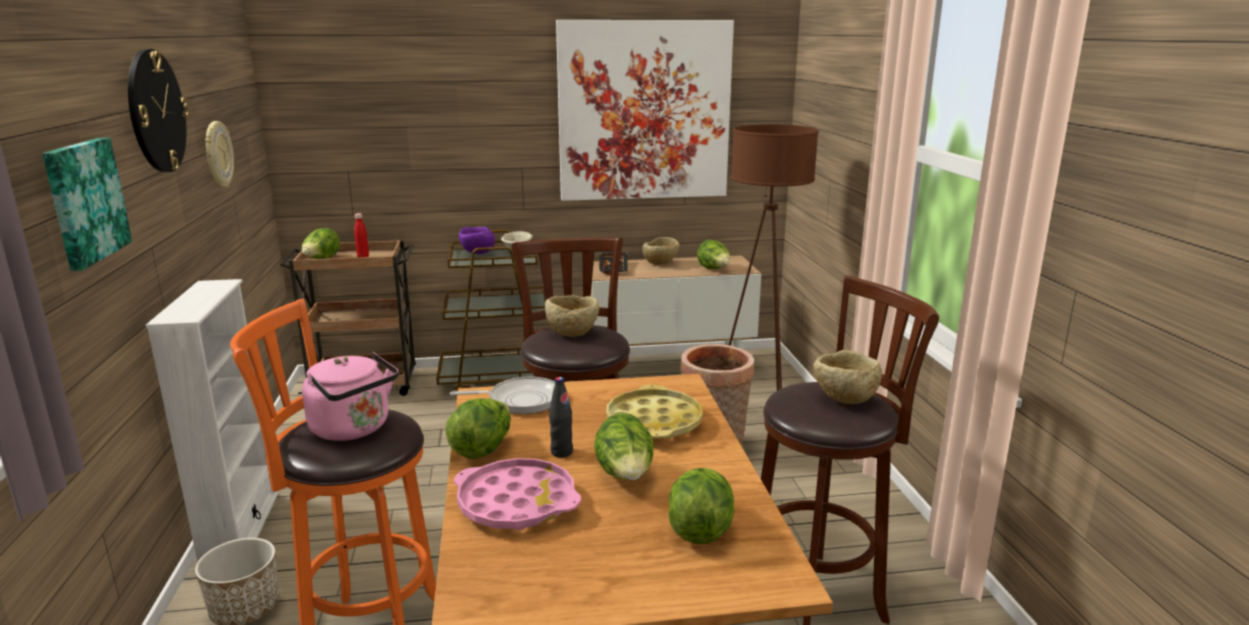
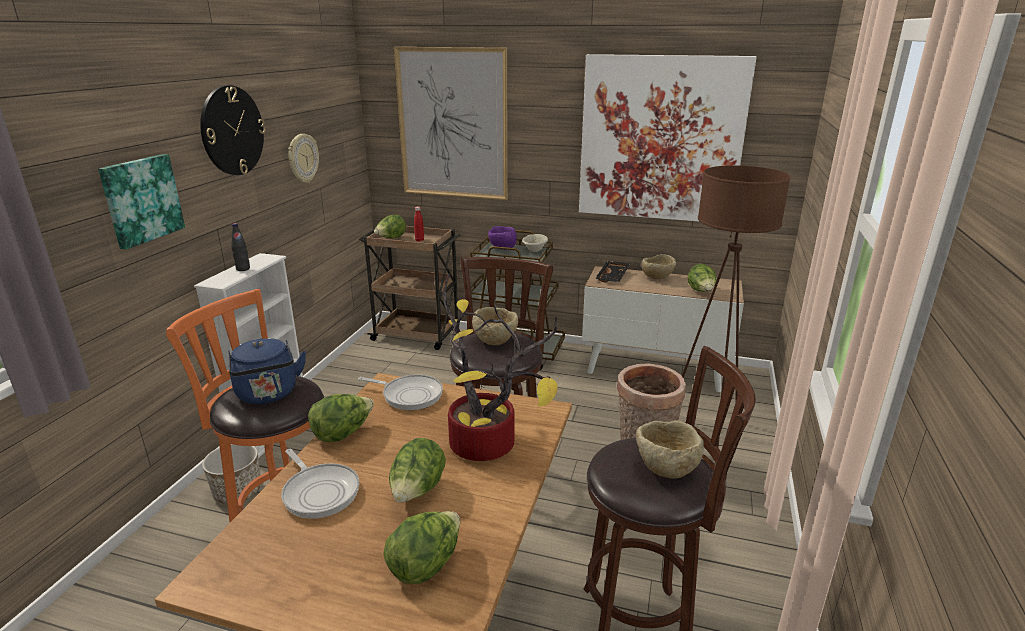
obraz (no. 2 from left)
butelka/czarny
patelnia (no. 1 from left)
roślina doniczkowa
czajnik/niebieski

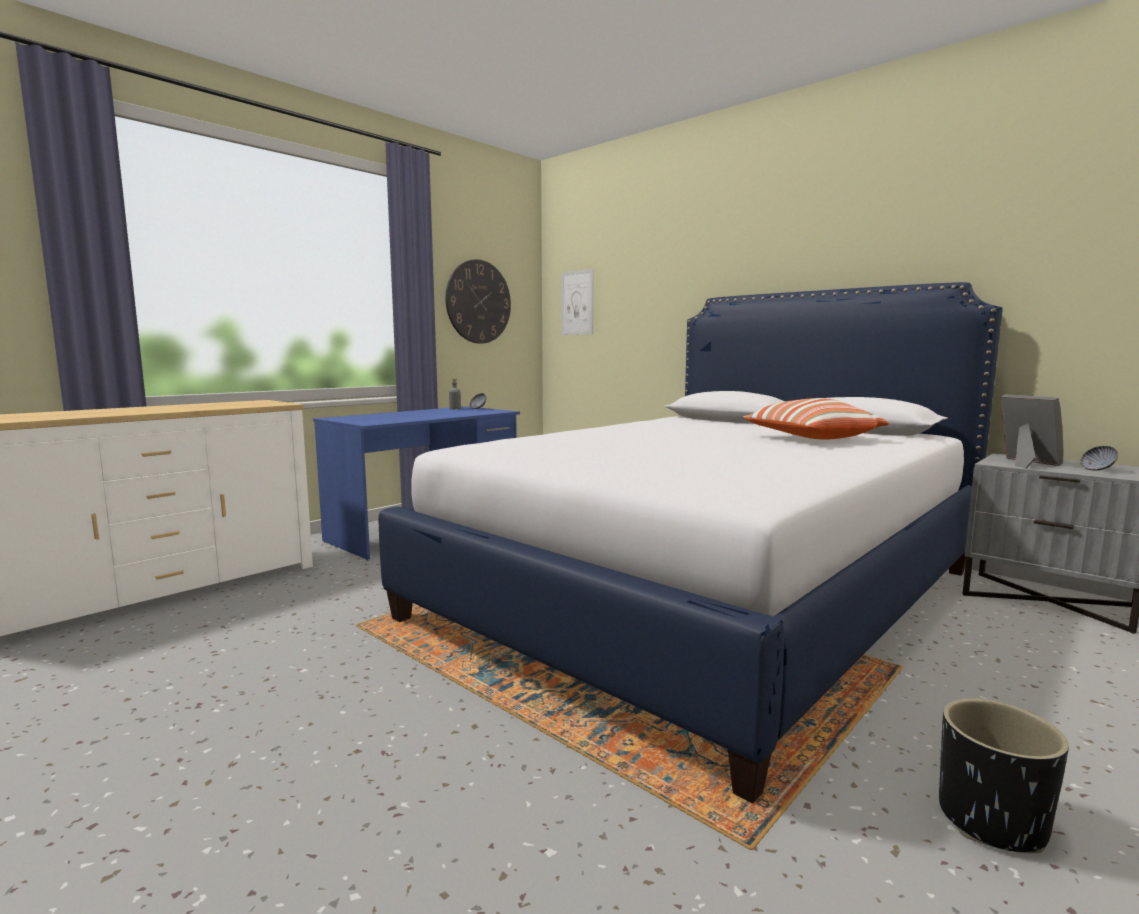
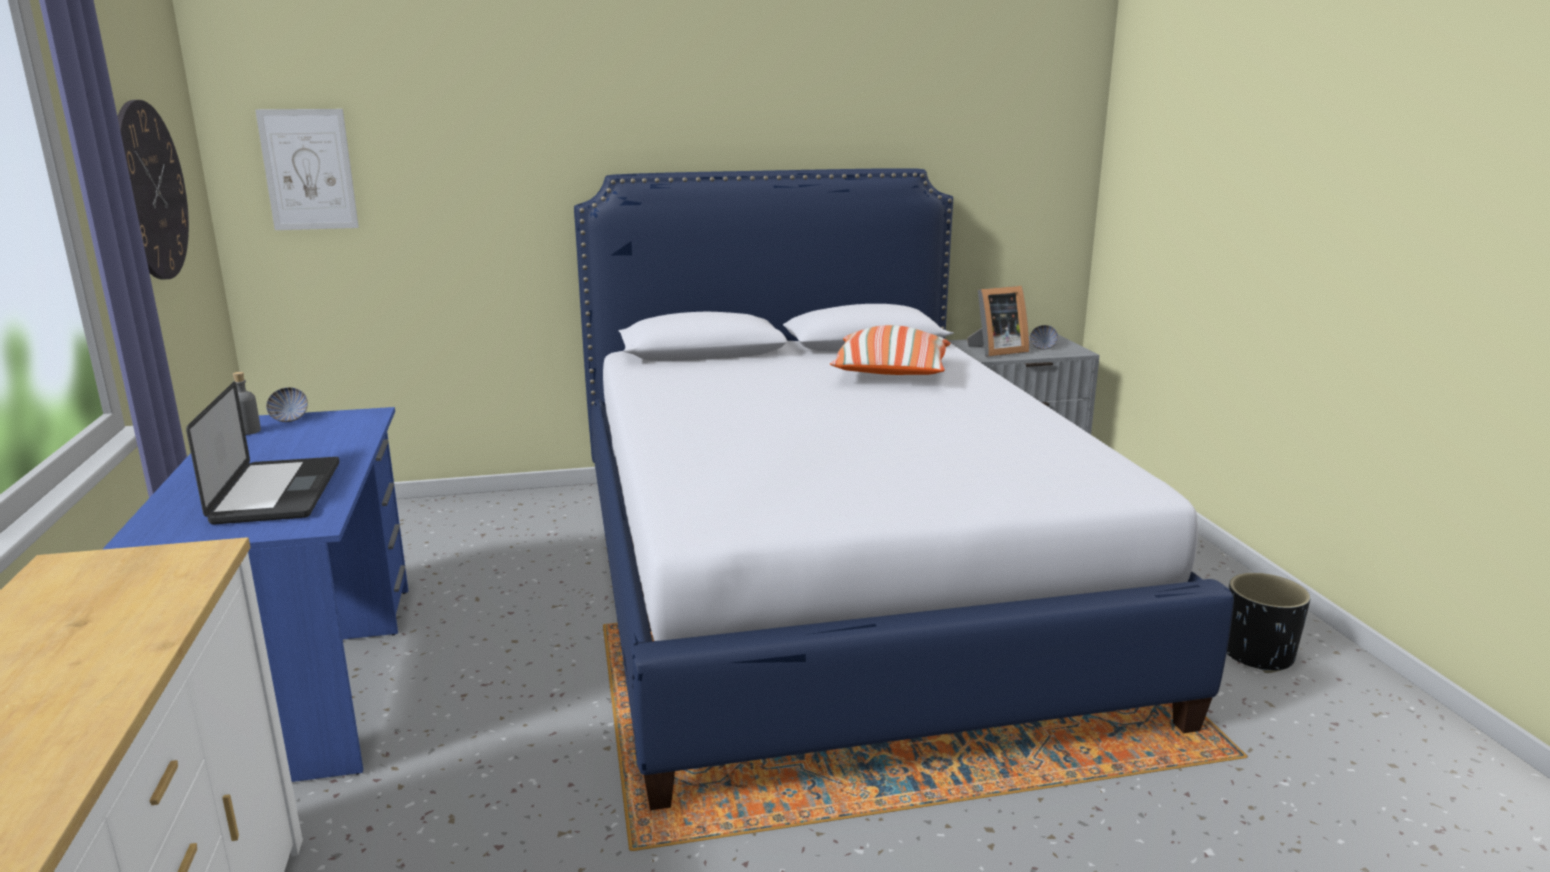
laptop
ramka na zdjęcie

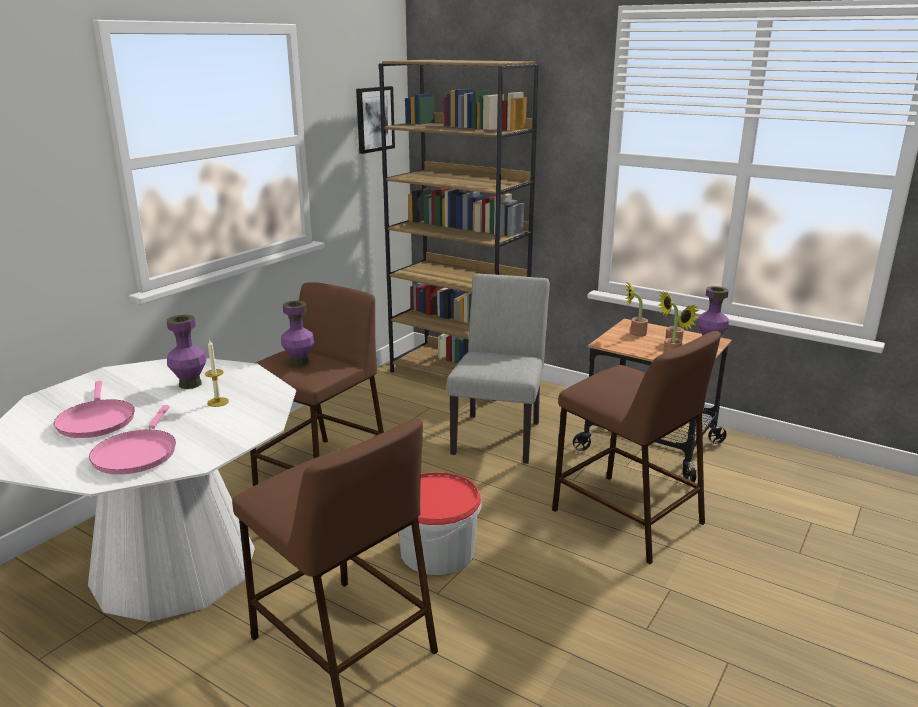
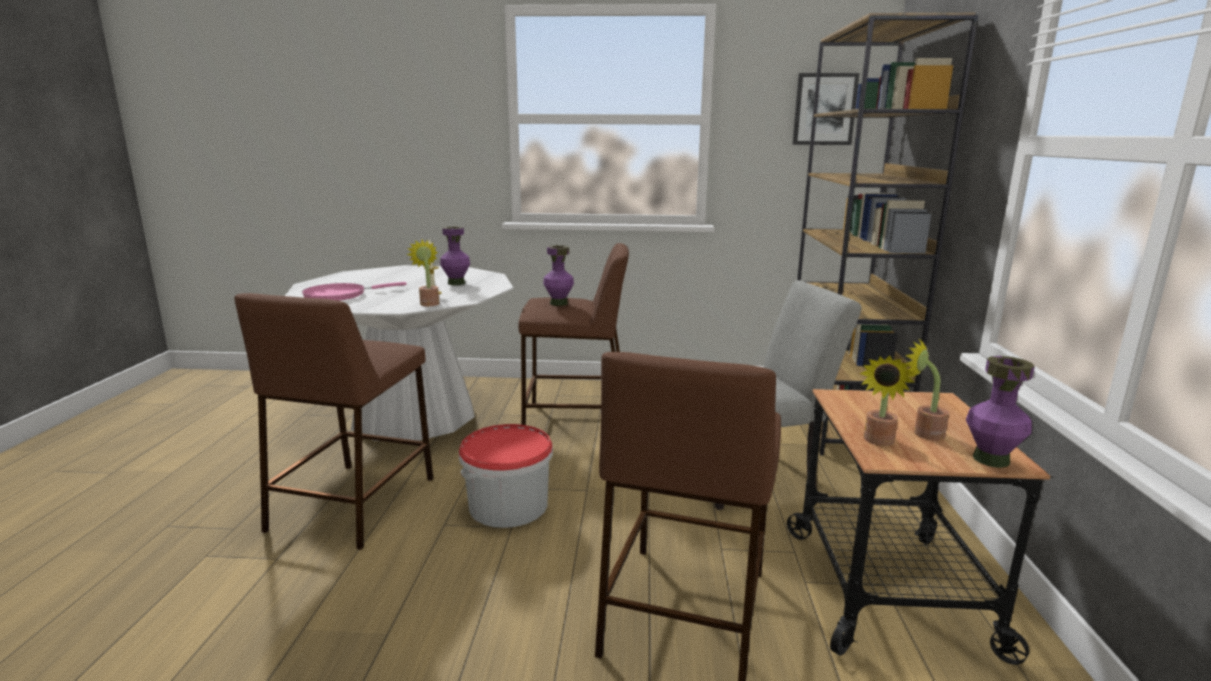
patelnia/różowy (no. 1 from left in the first image)
roślina doniczkowa (no. 1 from left)

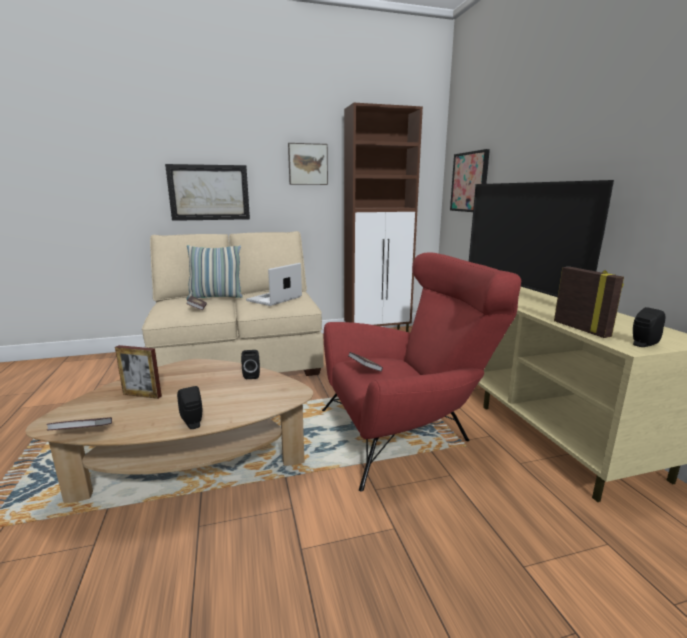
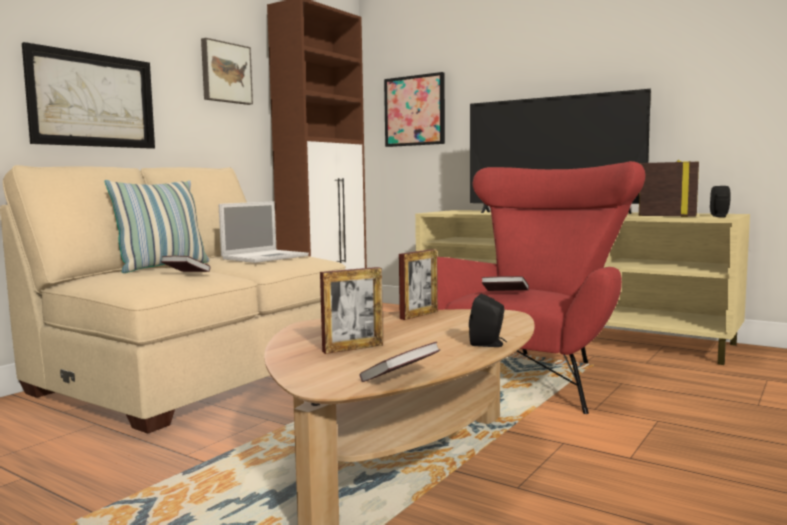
ramka na zdjęcie (no. 2 from left)
laptop

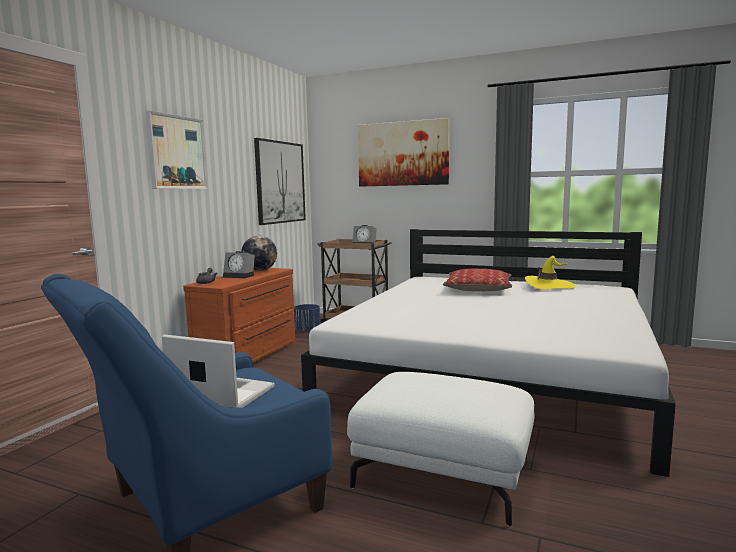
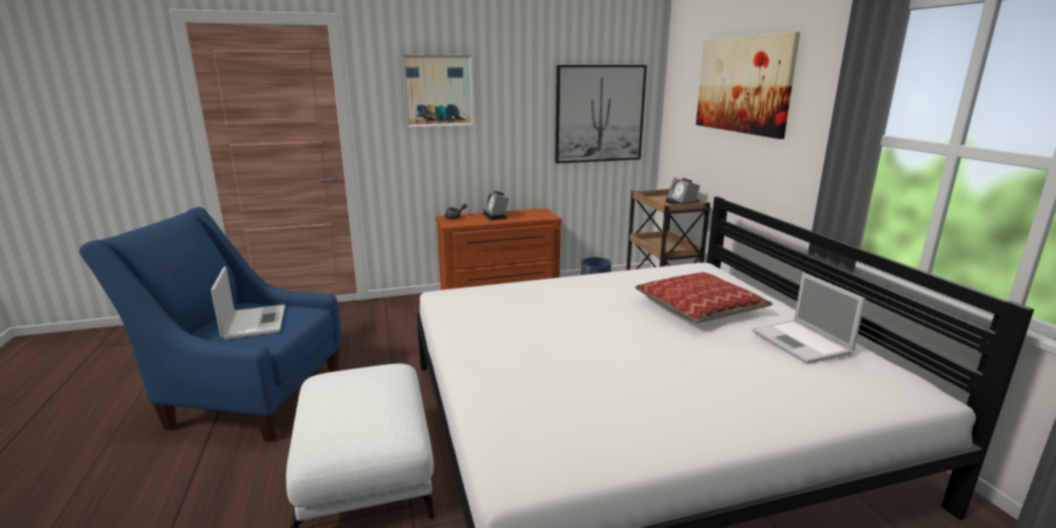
globus
laptop (no. 2 from left)

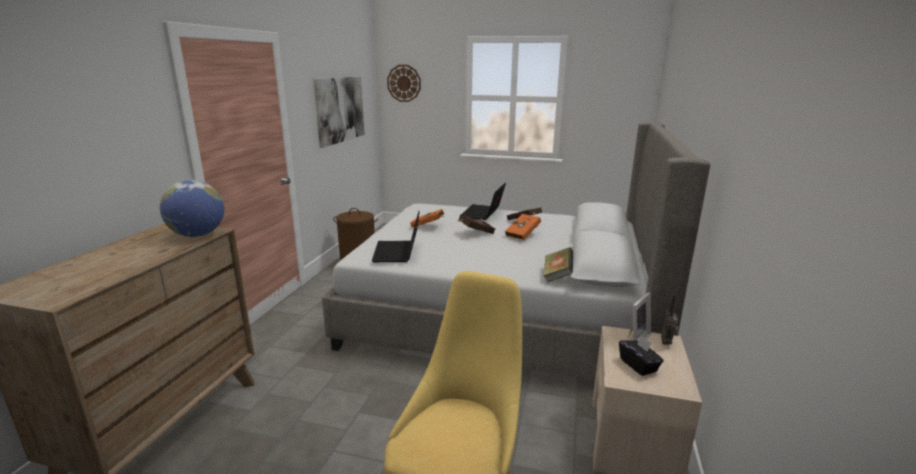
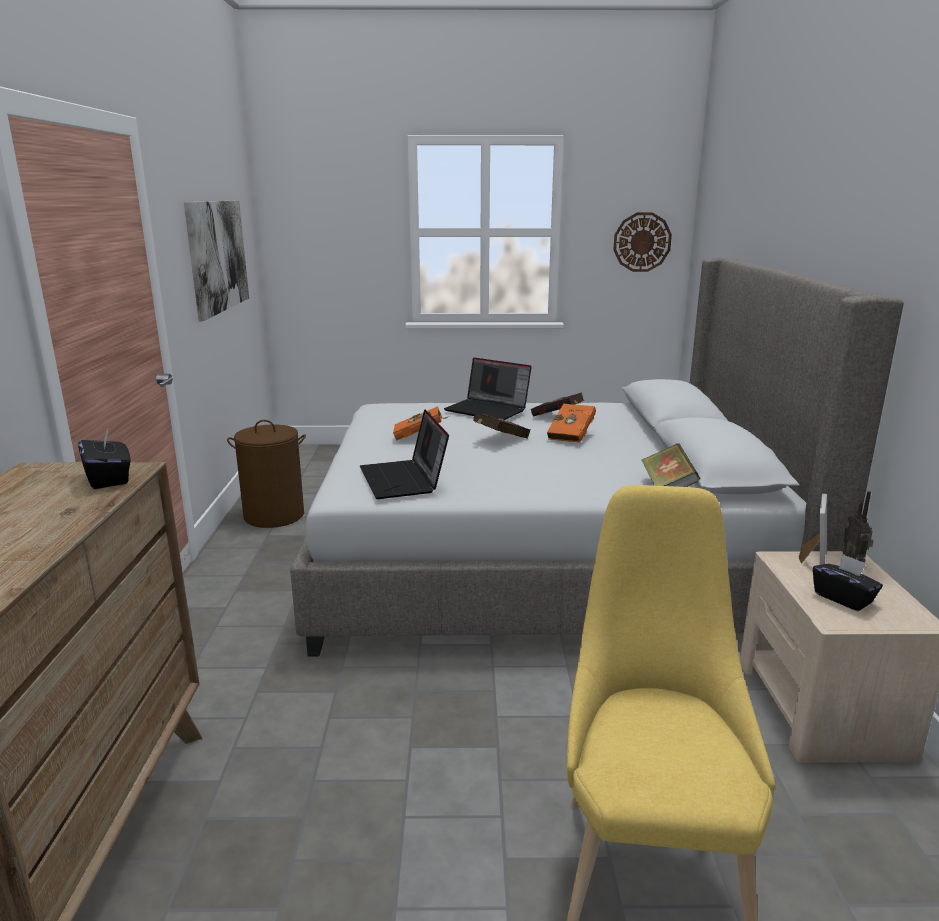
zegar ścienny
pudełko chusteczek/czarny (no. 1 from left)
laptop (no. 2 from left)

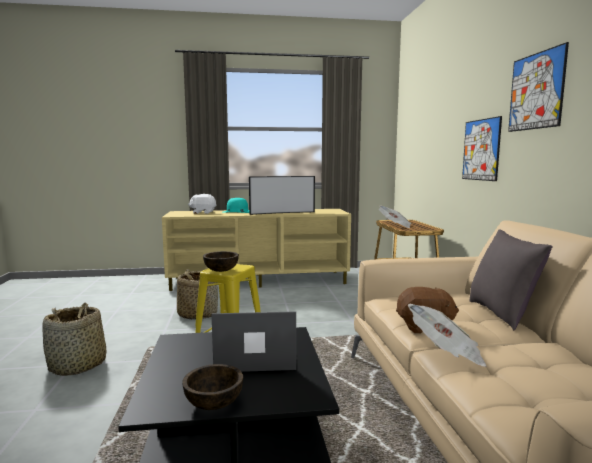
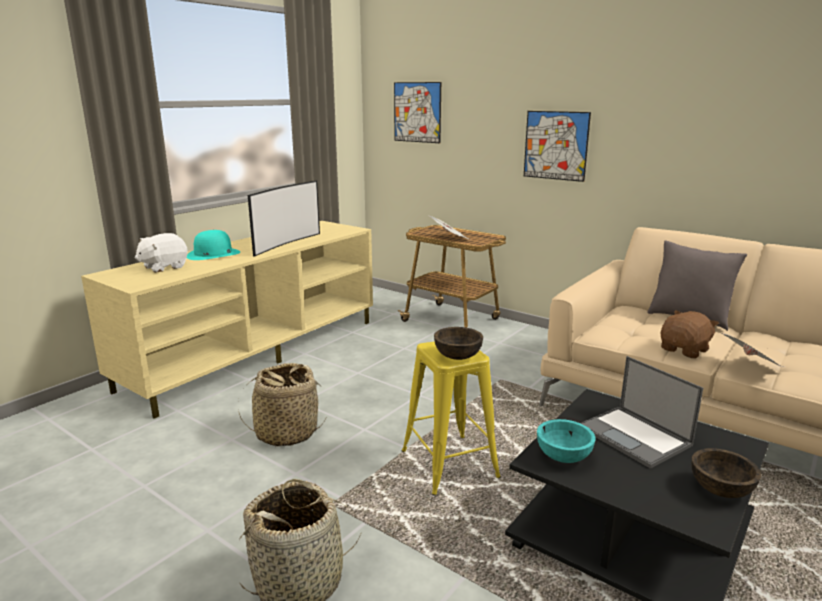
miska/turkusowy
obraz (no. 1 from left)
laptop

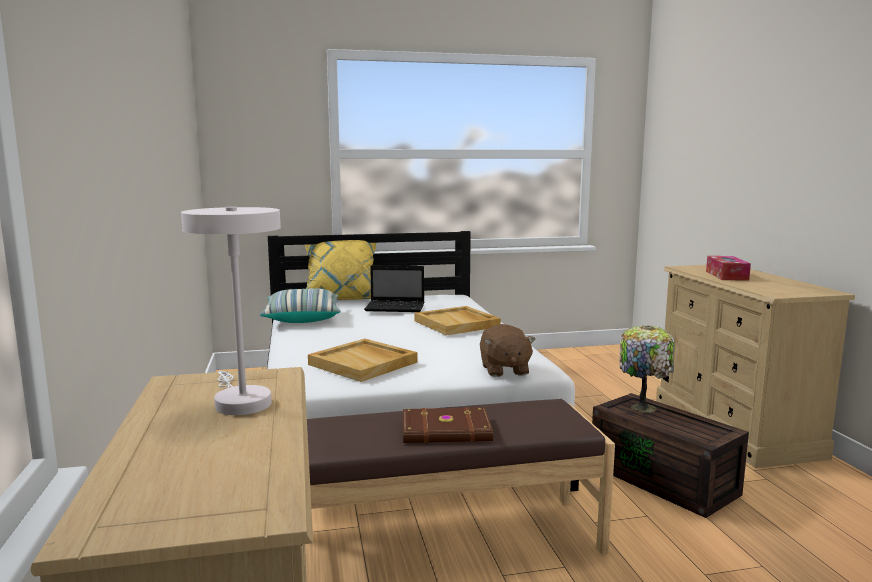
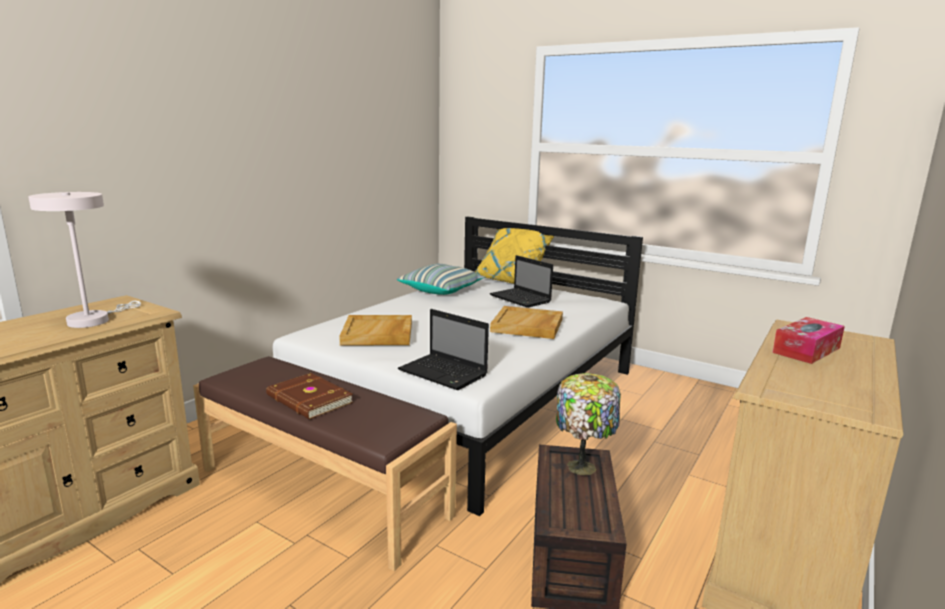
laptop (no. 1 from left)

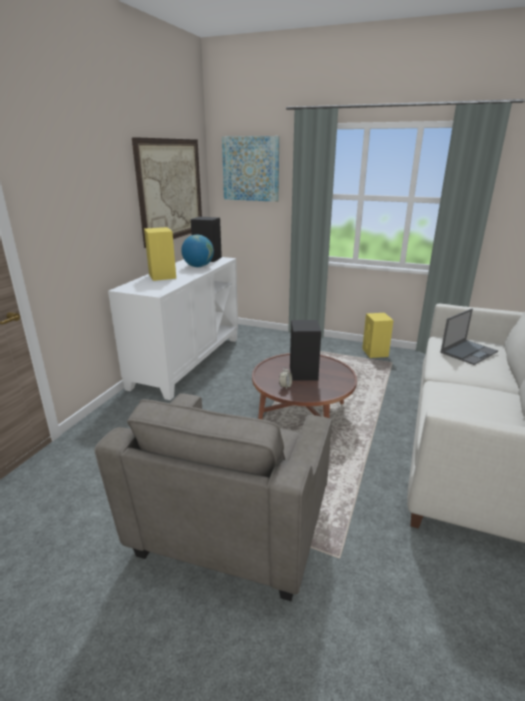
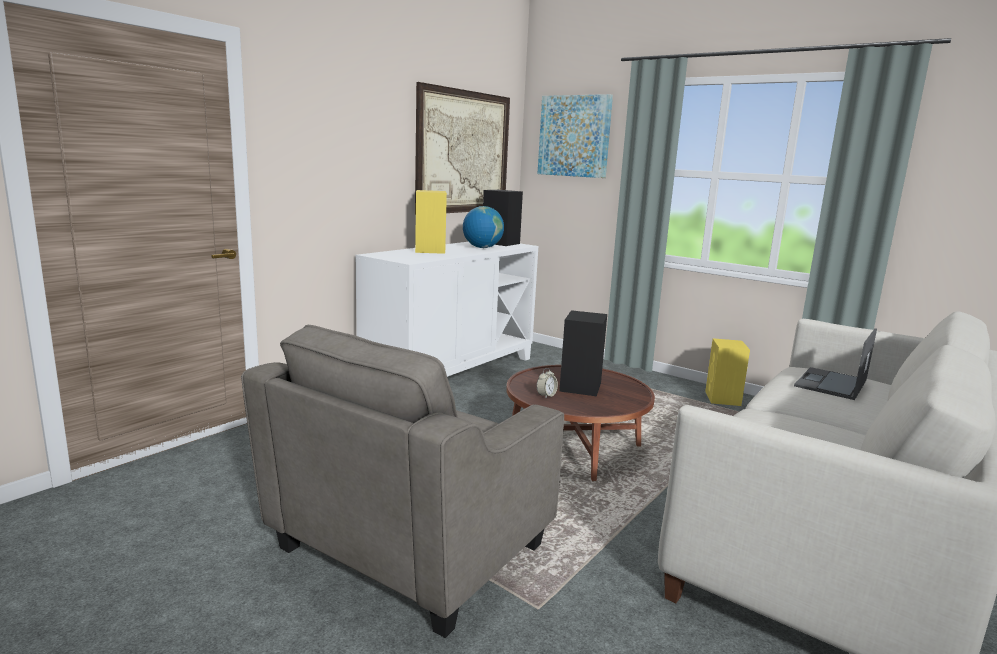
laptop

